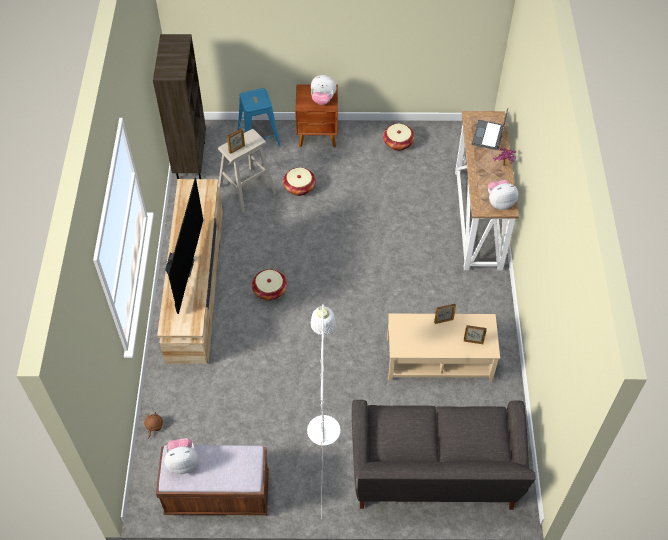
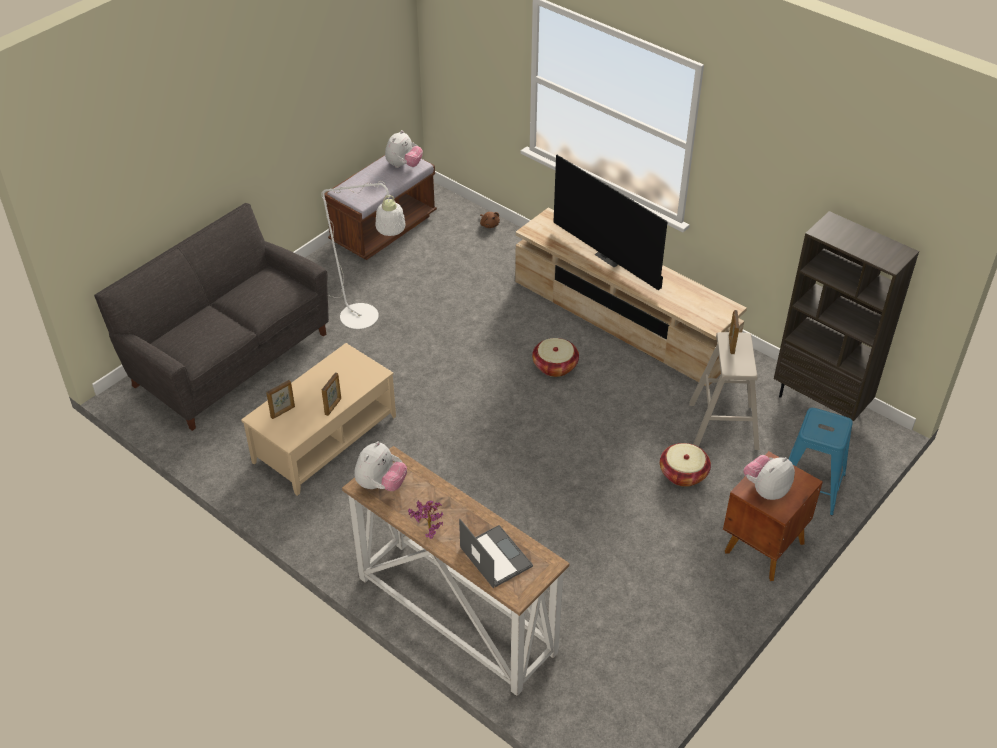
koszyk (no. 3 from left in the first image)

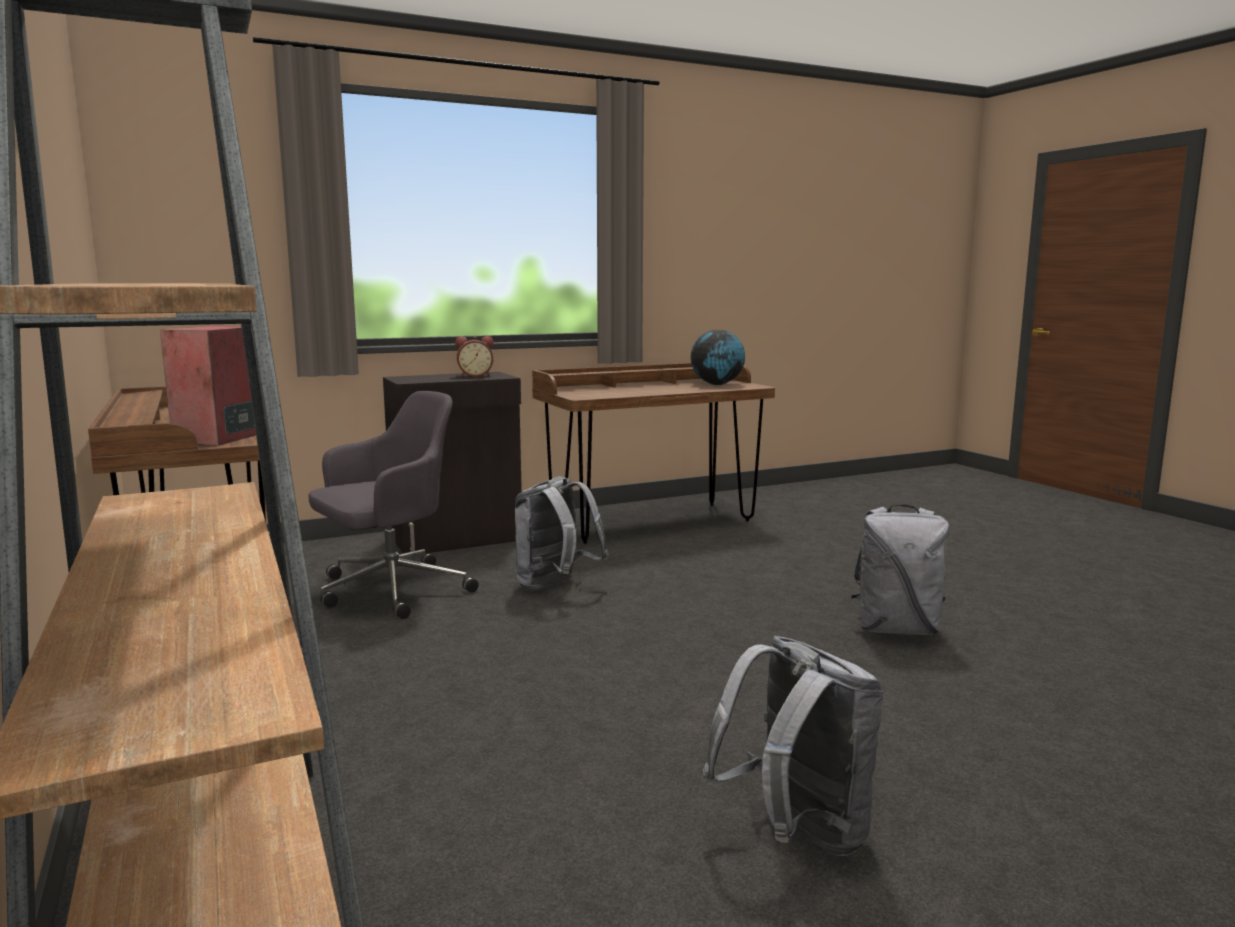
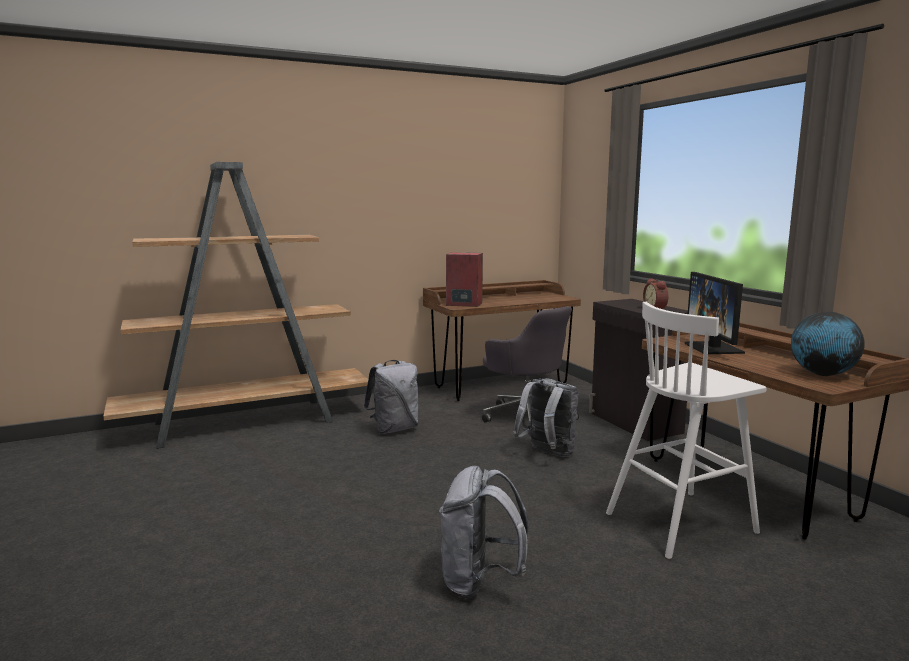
stołek/biały
monitor
plecak/szary (no. 1 from left)

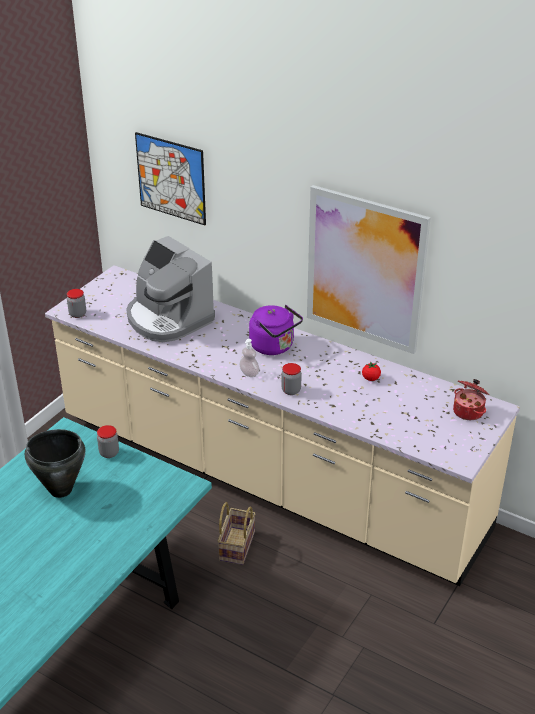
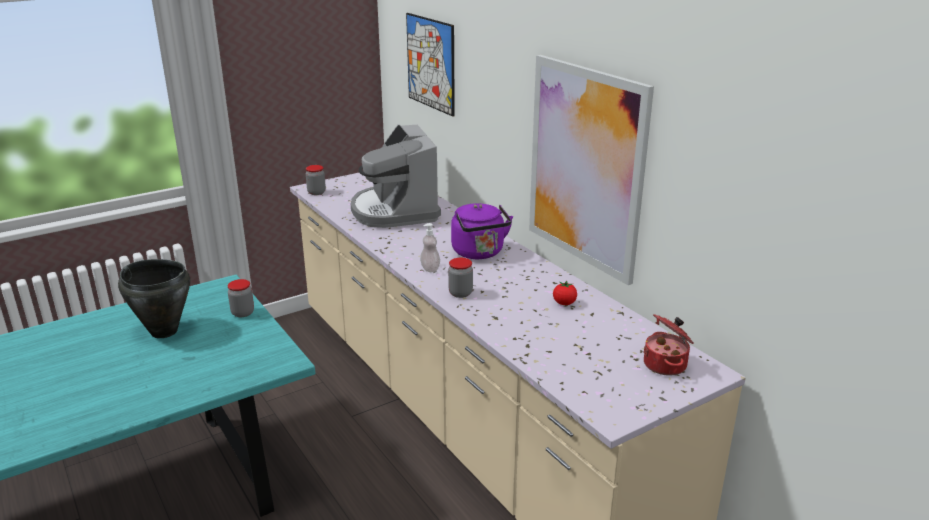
koszyk

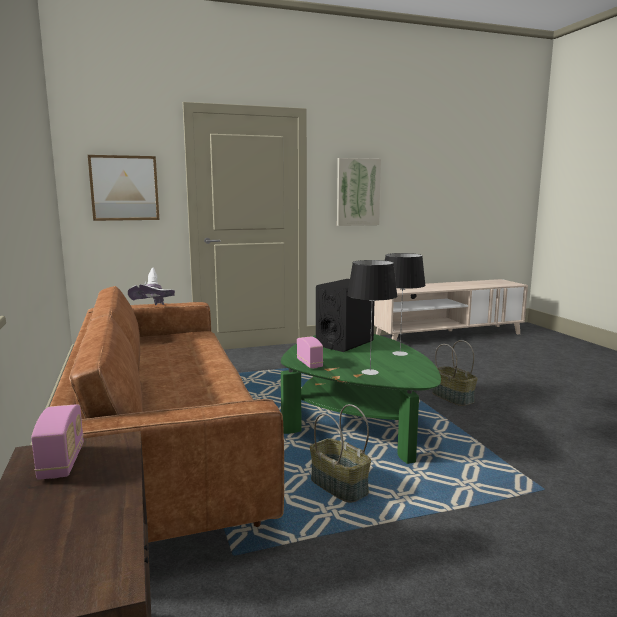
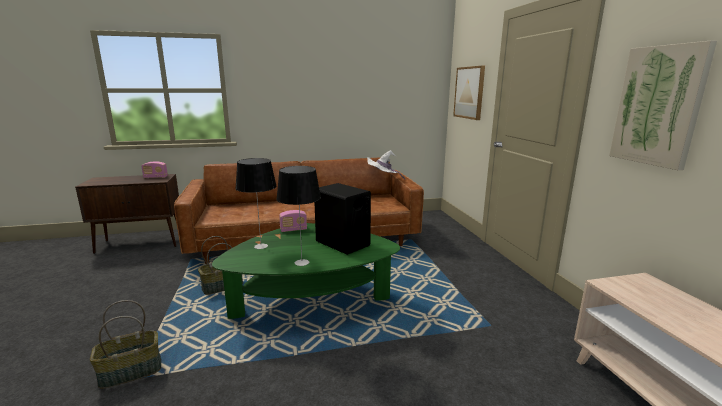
koszyk (no. 1 from left)

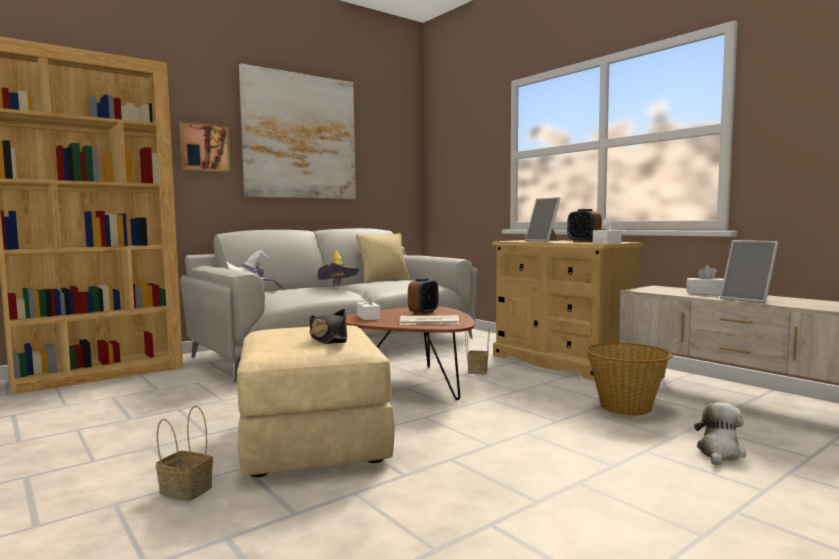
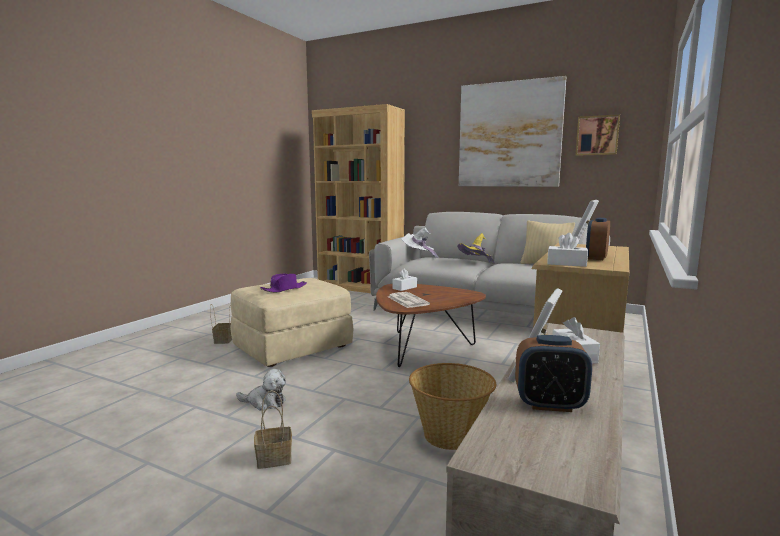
obraz (no. 2 from left)
budzik (no. 1 from left)
koszyk (no. 2 from left)
pluszak
kapelusz/fioletowy

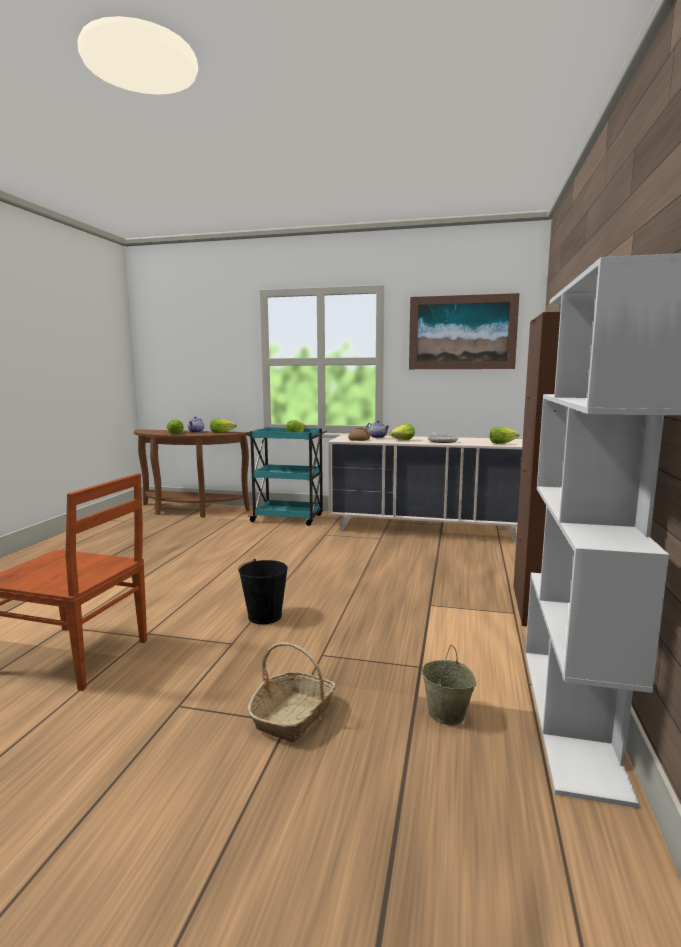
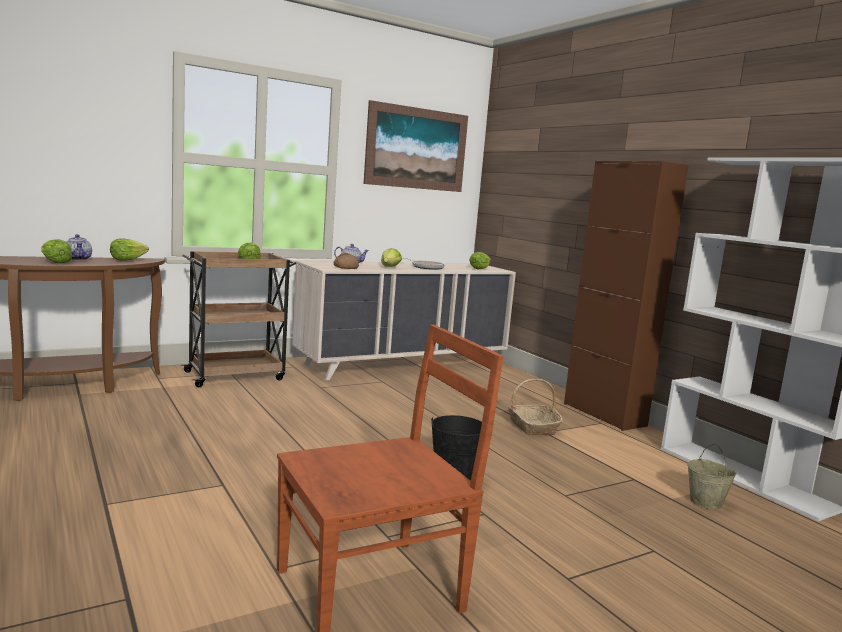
koszyk
wózek/brązowy

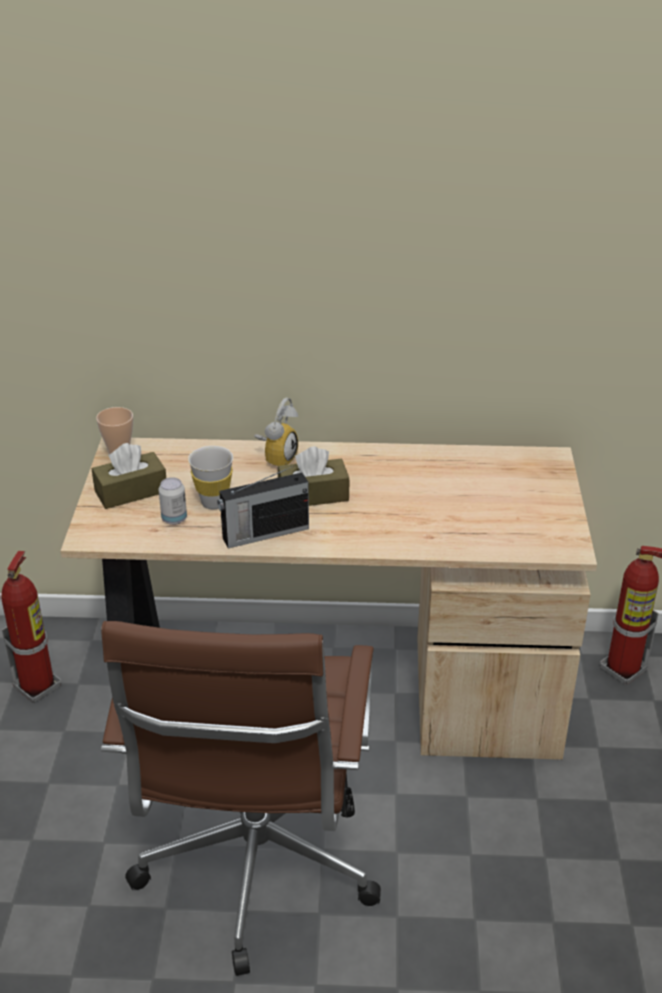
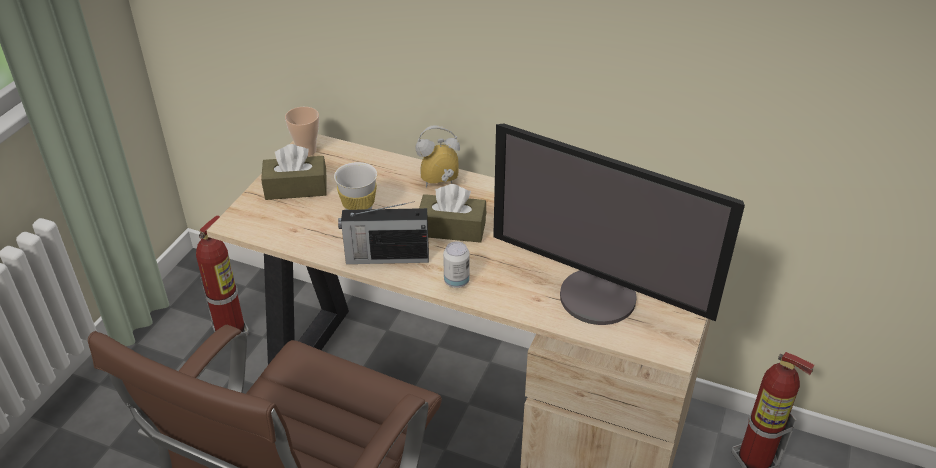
monitor
puszka
budzik

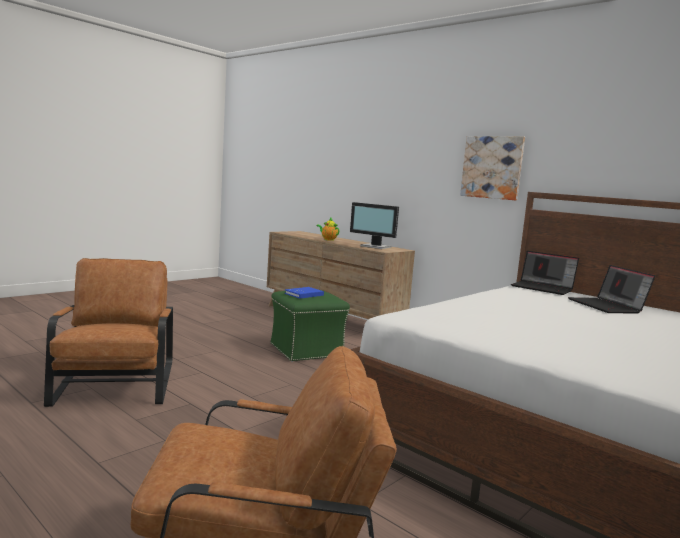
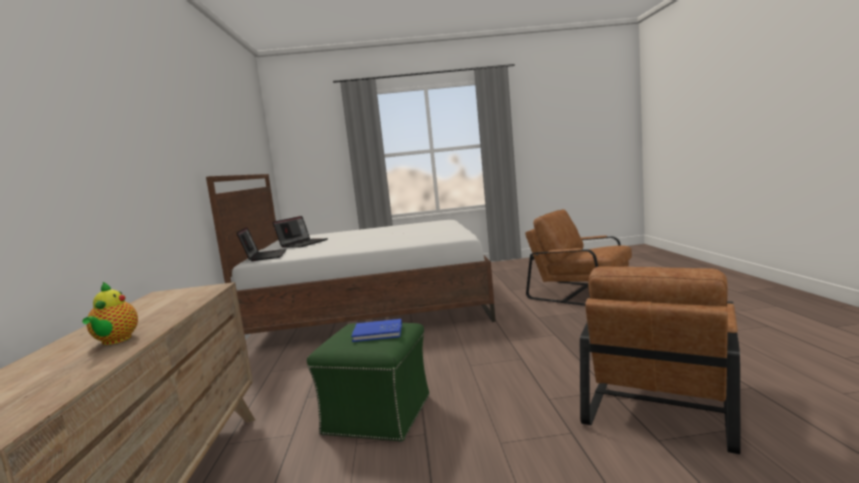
monitor
obraz

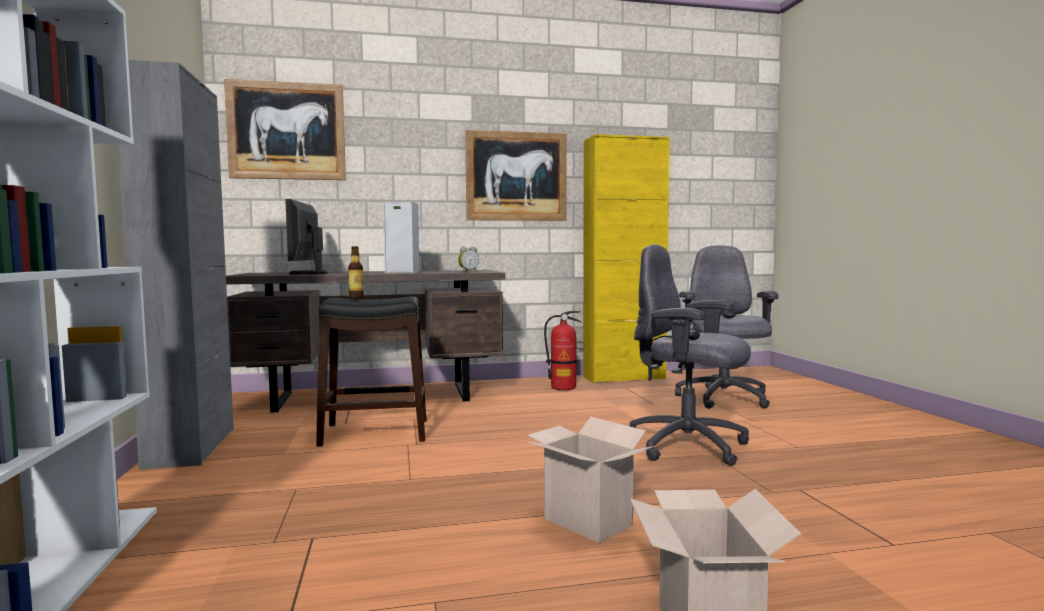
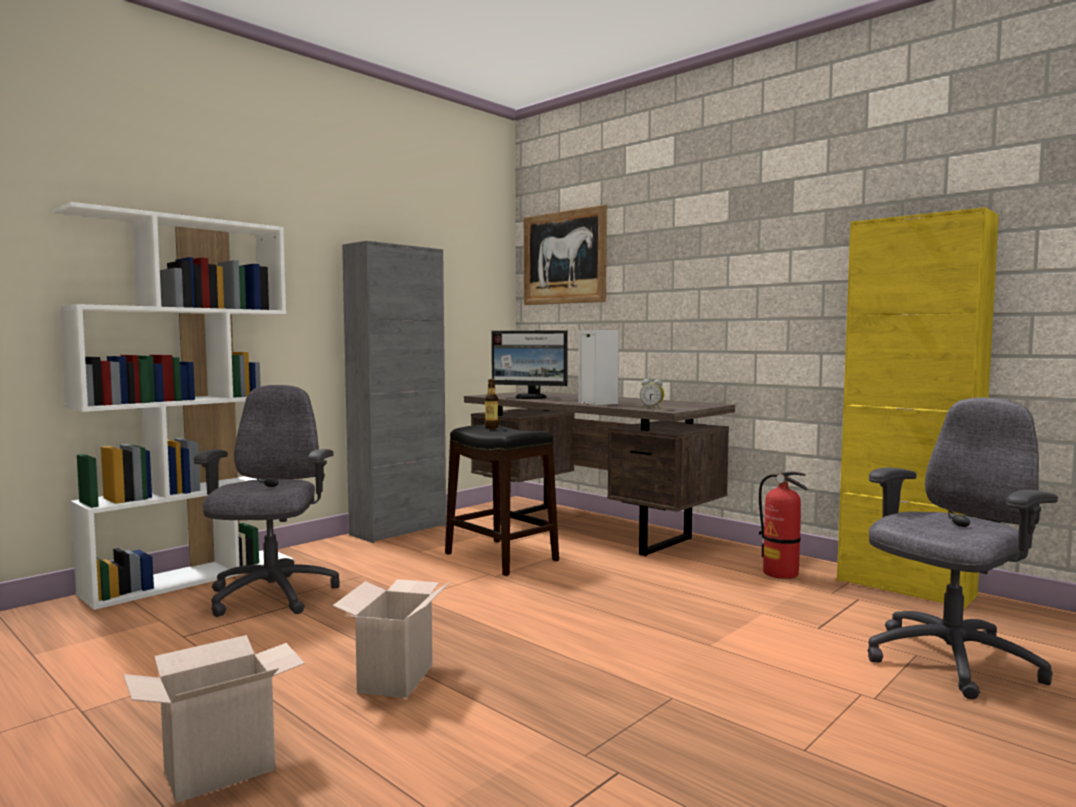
obraz (no. 2 from left in the first image)
krzesło biurowe/szary (no. 1 from left)
monitor

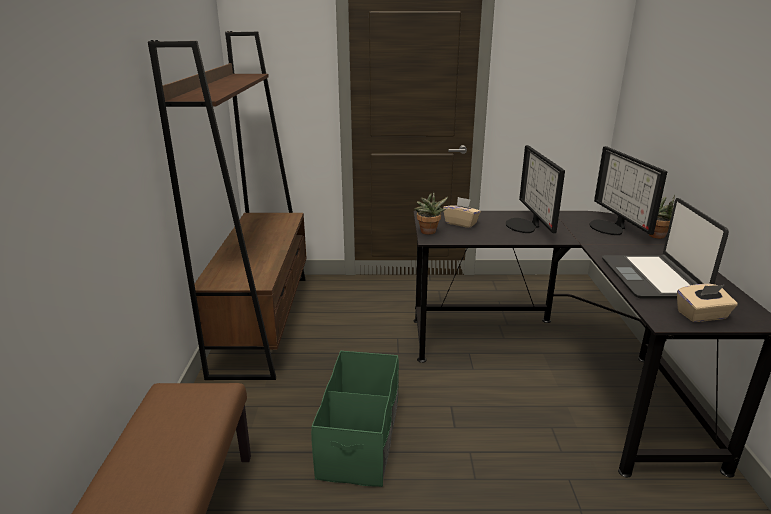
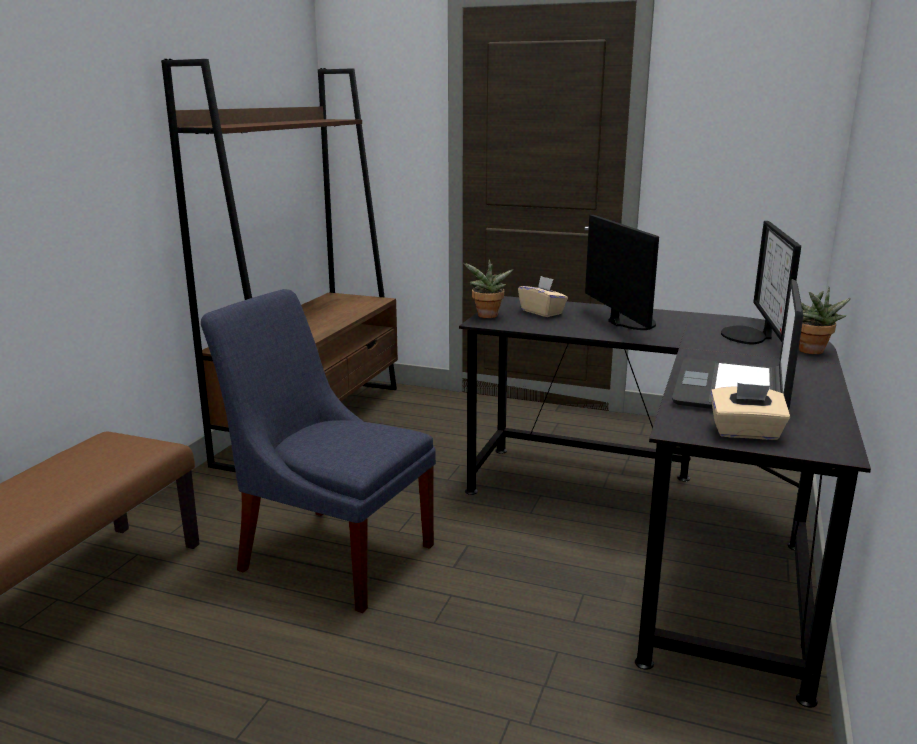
krzesło/niebieski
monitor (no. 1 from left)

